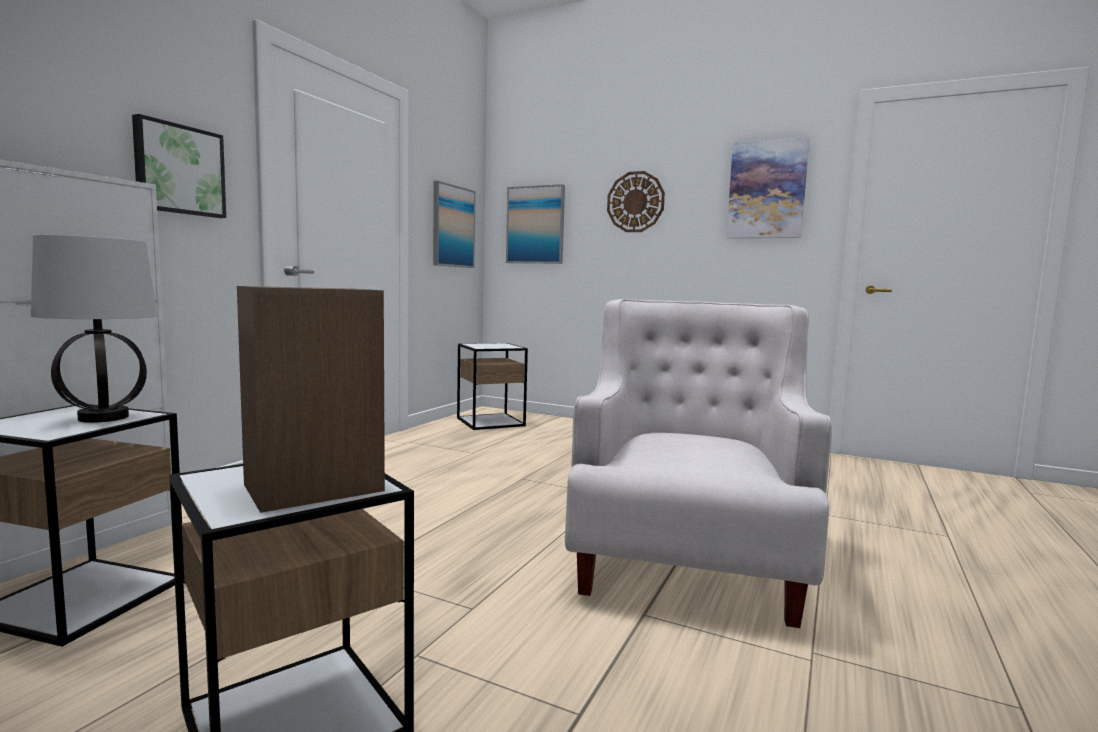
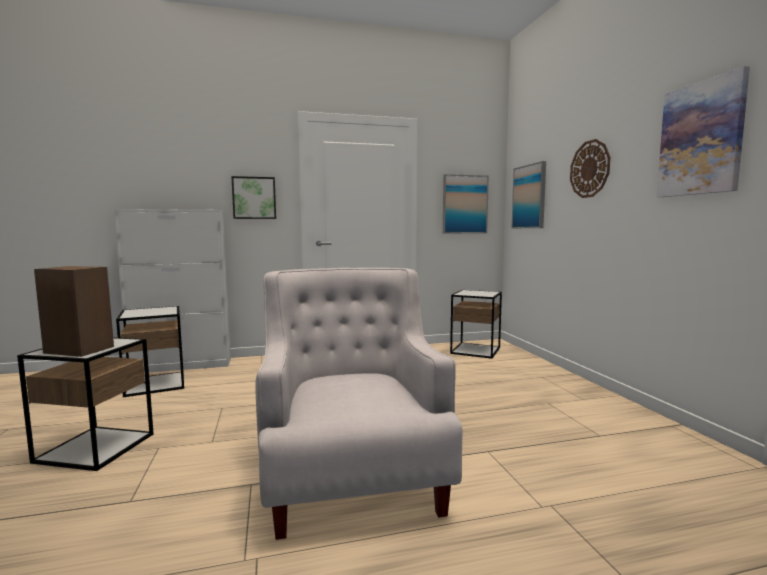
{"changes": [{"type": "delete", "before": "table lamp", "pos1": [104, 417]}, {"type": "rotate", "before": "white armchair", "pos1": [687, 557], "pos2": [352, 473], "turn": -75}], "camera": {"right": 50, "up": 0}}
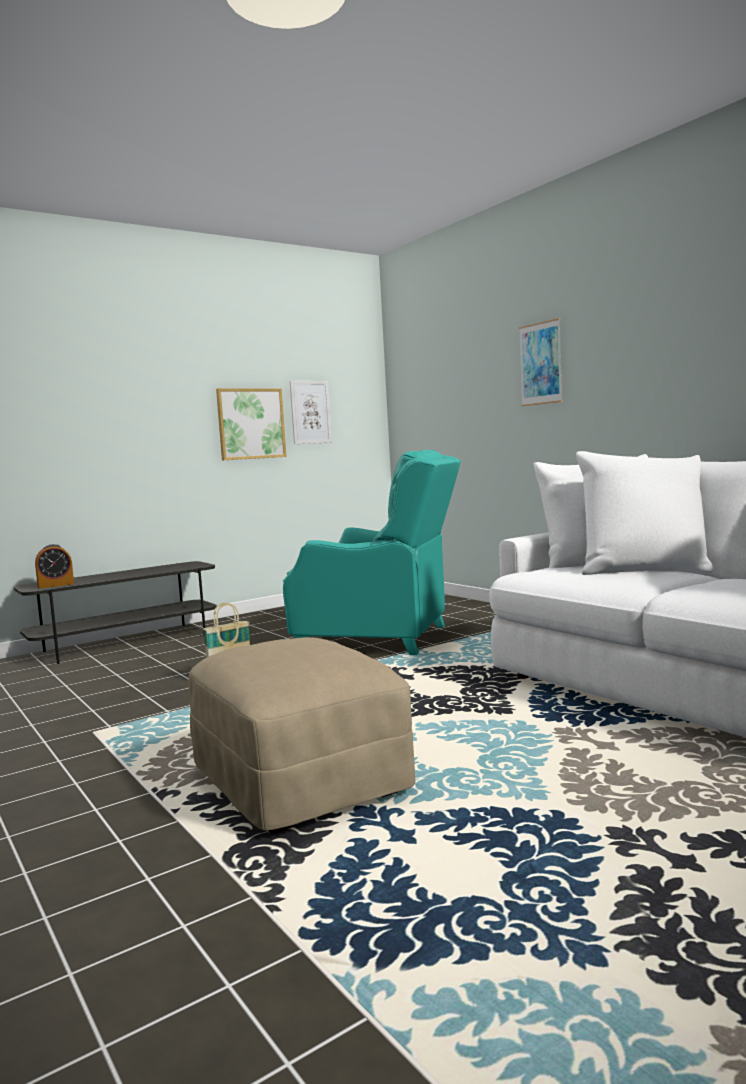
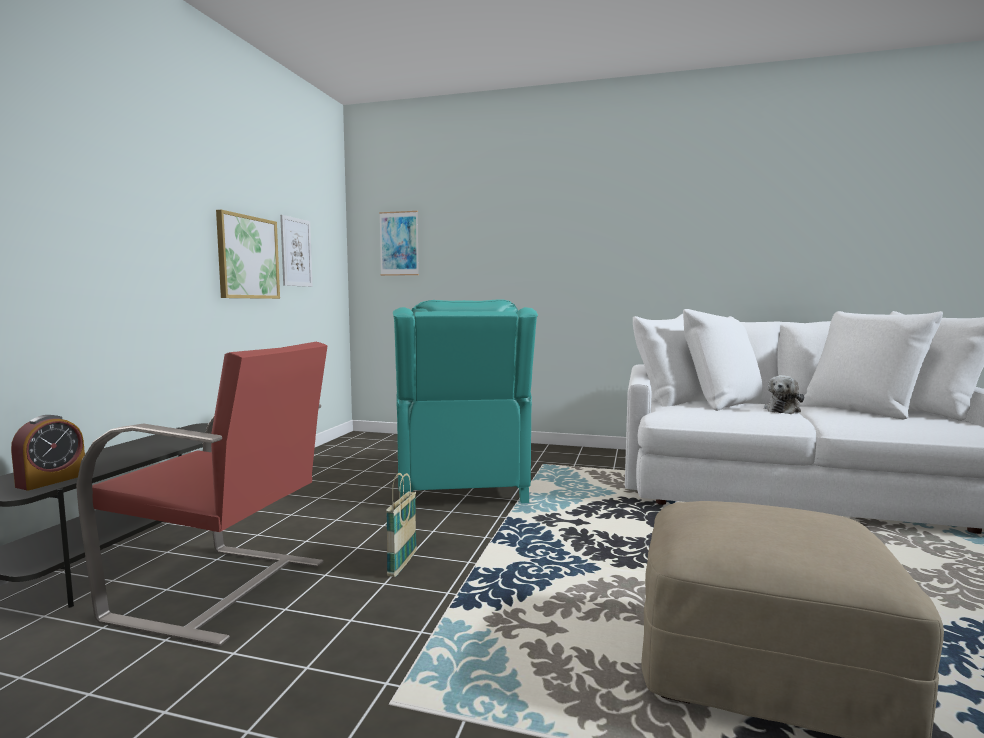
{"changes": [{"type": "rotate", "before": "turquoise armchair", "pos1": [379, 638], "pos2": [461, 487], "turn": 105}, {"type": "move", "before": "picture", "pos1": [541, 363], "pos2": [399, 243]}, {"type": "insert", "after": "red armchair", "pos2": [223, 590]}, {"type": "insert", "after": "plush toy", "pos2": [783, 410]}], "camera": {"right": -40, "up": 0}}
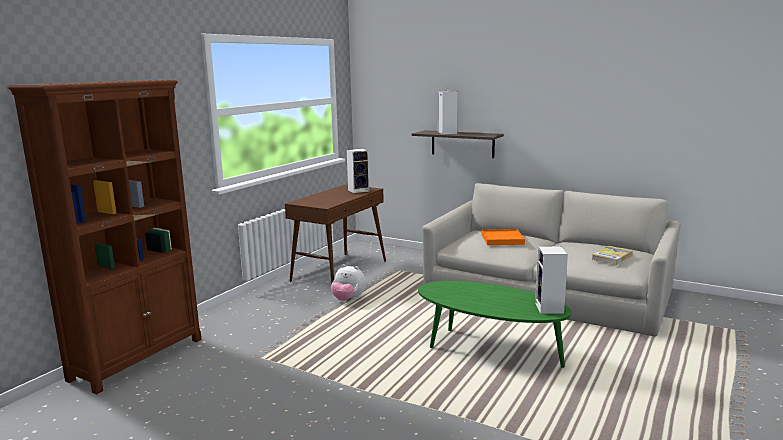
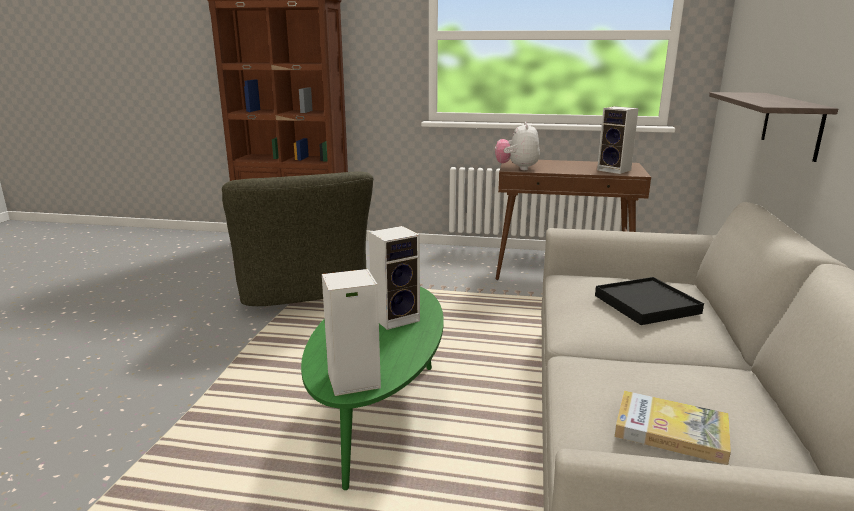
{"changes": [{"type": "move", "before": "plush toy", "pos1": [348, 299], "pos2": [517, 168]}, {"type": "move", "before": "speaker", "pos1": [446, 133], "pos2": [396, 318]}, {"type": "recolor", "before": "orange tray", "after": "black tray", "pos1": [502, 239], "pos2": [646, 304]}, {"type": "insert", "after": "green armchair", "pos2": [302, 289]}], "camera": {"right": 70, "up": 5}}
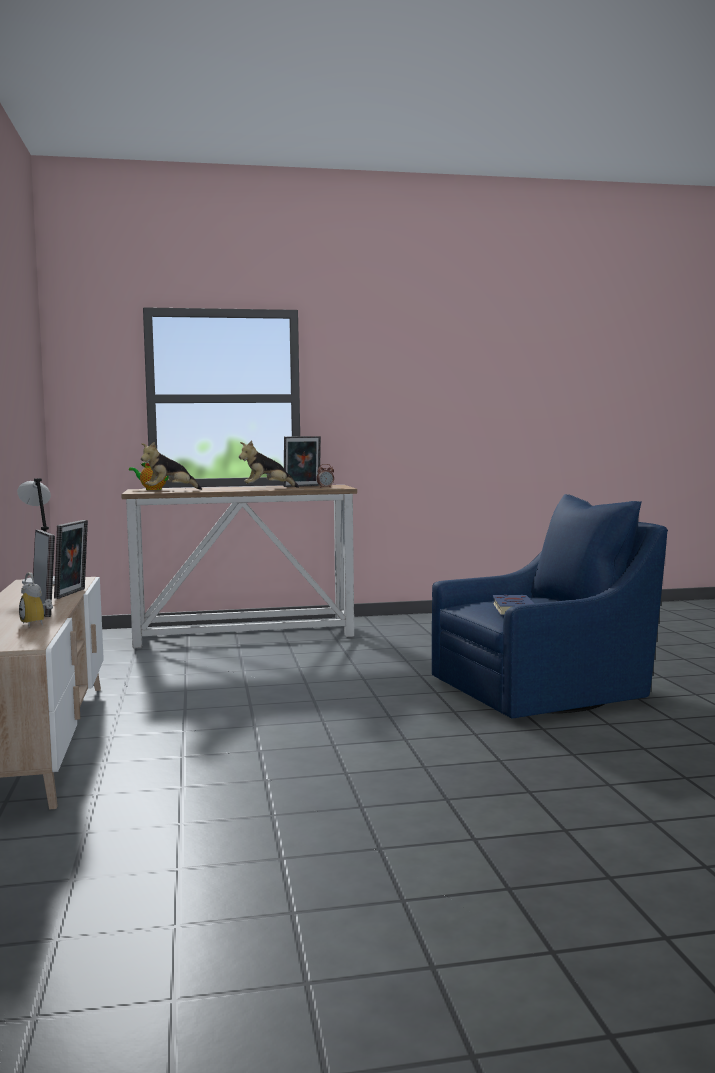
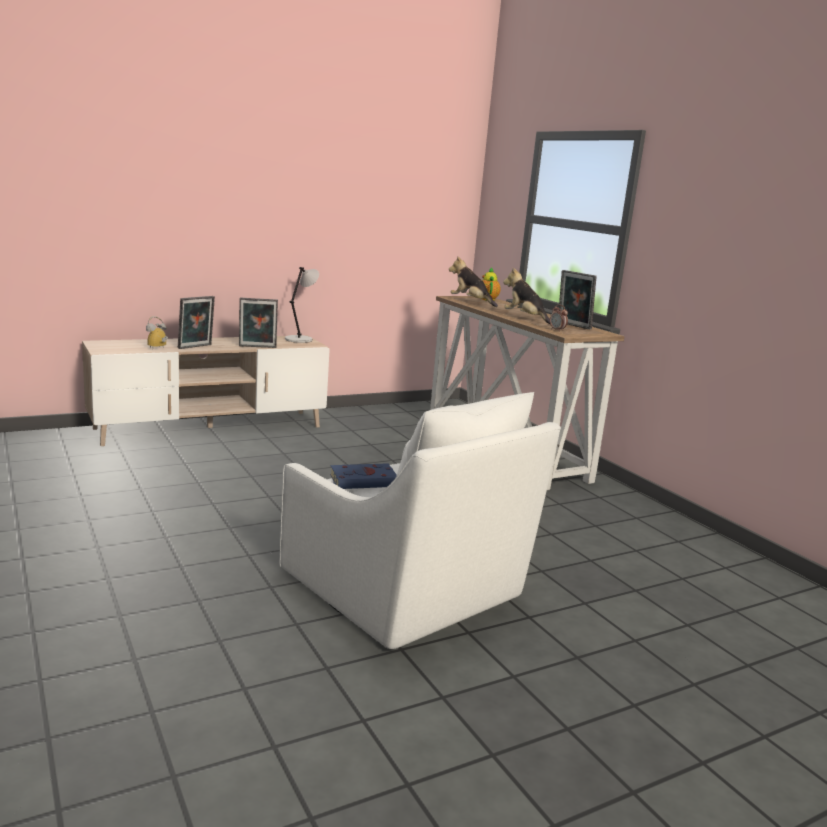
{"changes": [{"type": "recolor", "before": "blue armchair", "after": "white armchair", "pos1": [545, 689], "pos2": [406, 590]}], "camera": {"right": 70, "up": 10}}
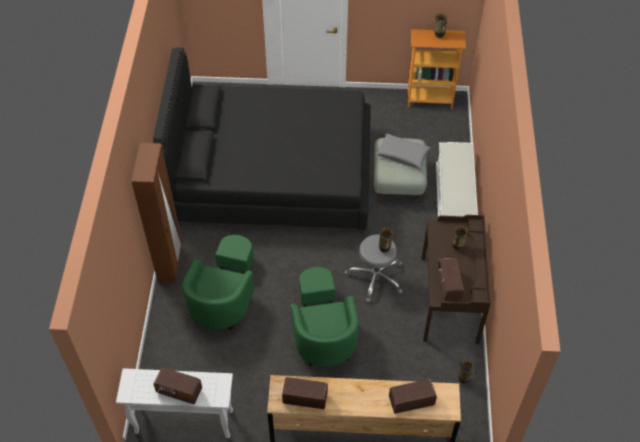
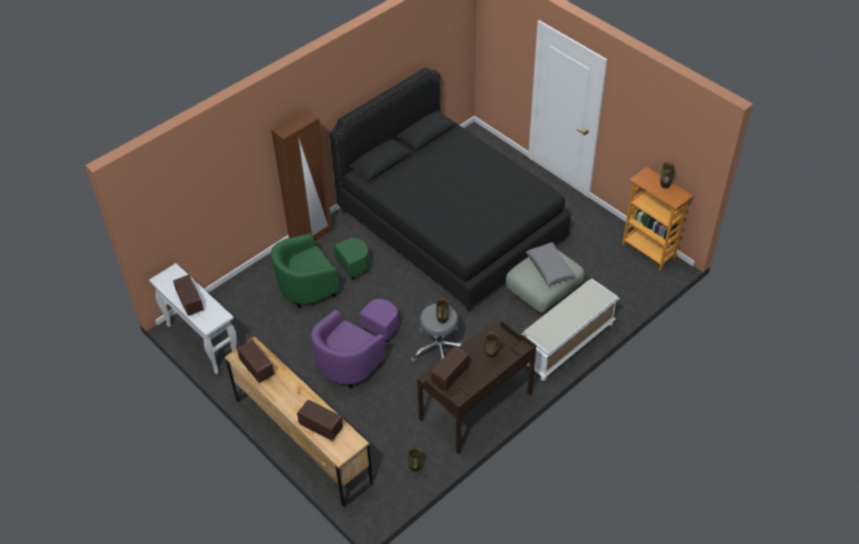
{"changes": [{"type": "recolor", "before": "green armchair", "after": "purple armchair", "pos1": [323, 333], "pos2": [355, 357]}], "camera": {"right": 45, "up": -5}}
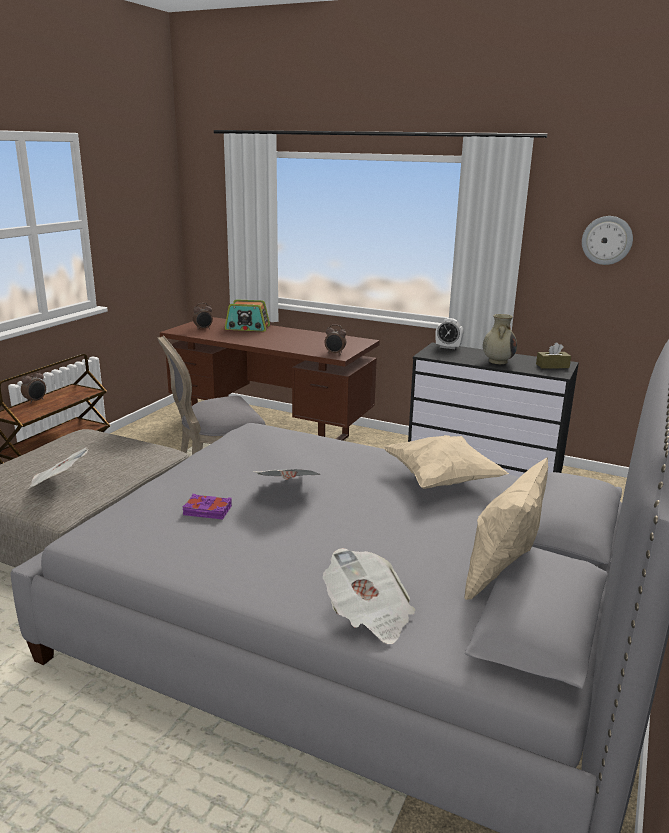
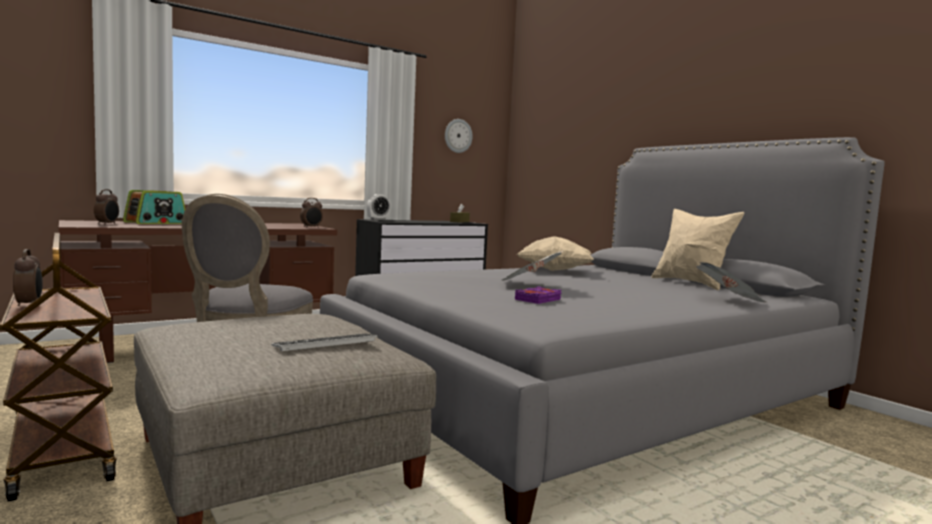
{"changes": [{"type": "replace", "before": "newspaper", "after": "keyboard", "pos1": [59, 483], "pos2": [325, 343]}, {"type": "delete", "before": "beige vase", "pos1": [497, 361]}], "camera": {"right": -60, "up": -15}}
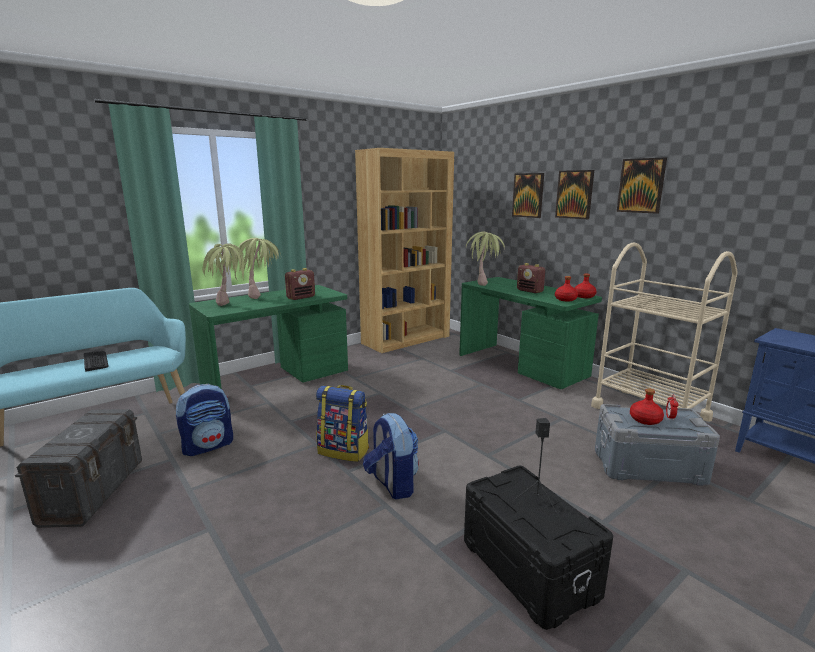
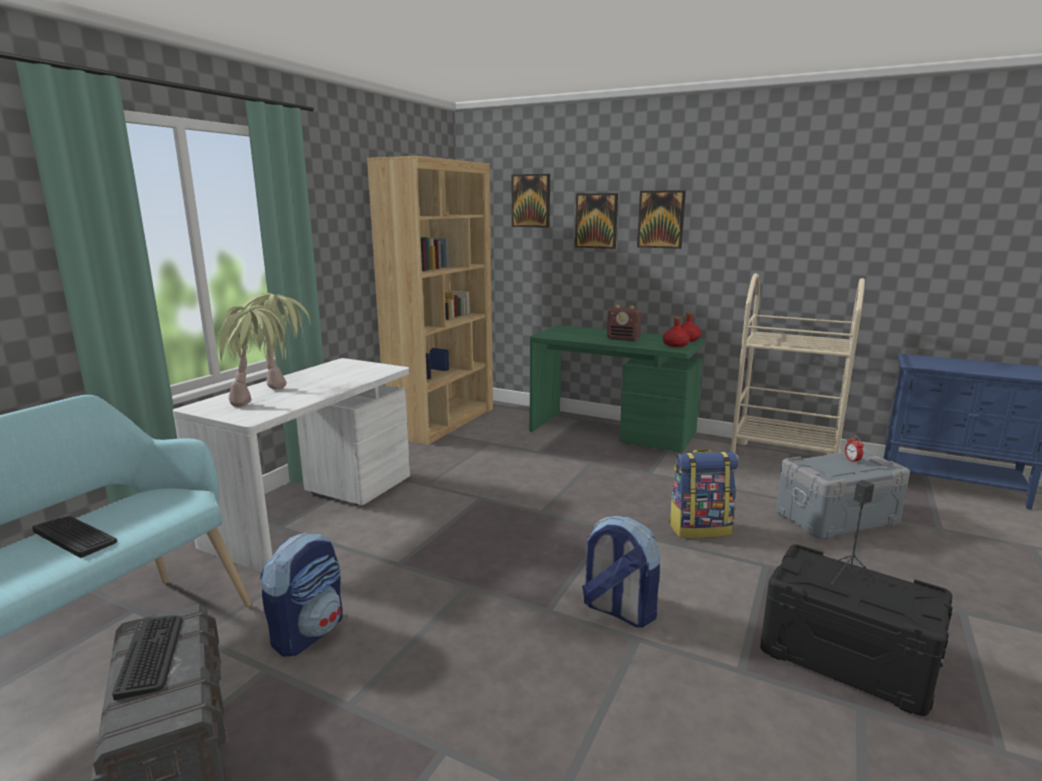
{"changes": [{"type": "recolor", "before": "green desk", "after": "white desk", "pos1": [277, 380], "pos2": [316, 510]}, {"type": "delete", "before": "radio", "pos1": [301, 297]}, {"type": "move", "before": "backpack", "pos1": [344, 451], "pos2": [700, 528]}, {"type": "delete", "before": "potted plant", "pos1": [484, 283]}, {"type": "move", "before": "picture", "pos1": [641, 185], "pos2": [531, 201]}, {"type": "delete", "before": "red bottle", "pos1": [645, 420]}, {"type": "insert", "after": "keyboard", "pos2": [151, 655]}], "camera": {"right": -25, "up": 0}}
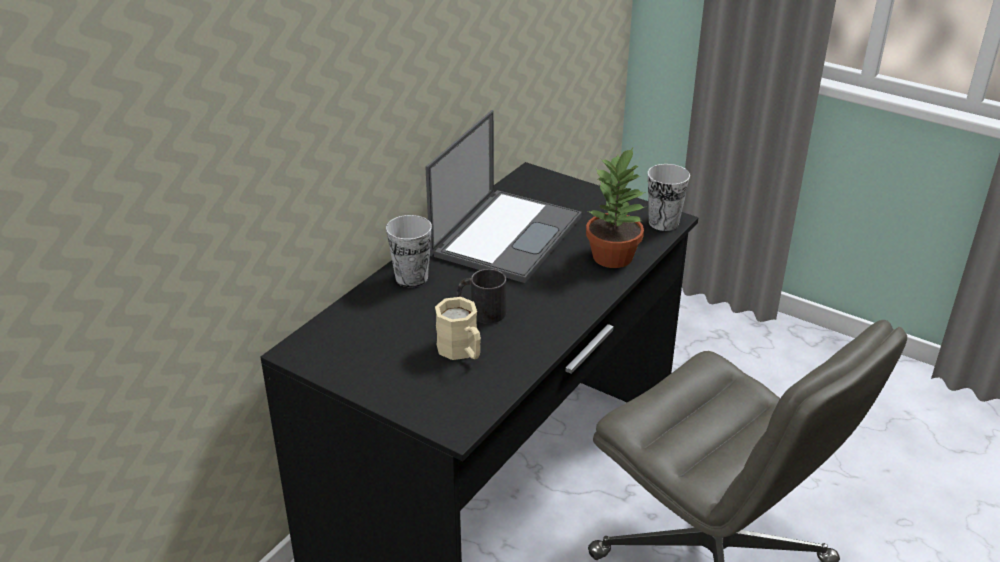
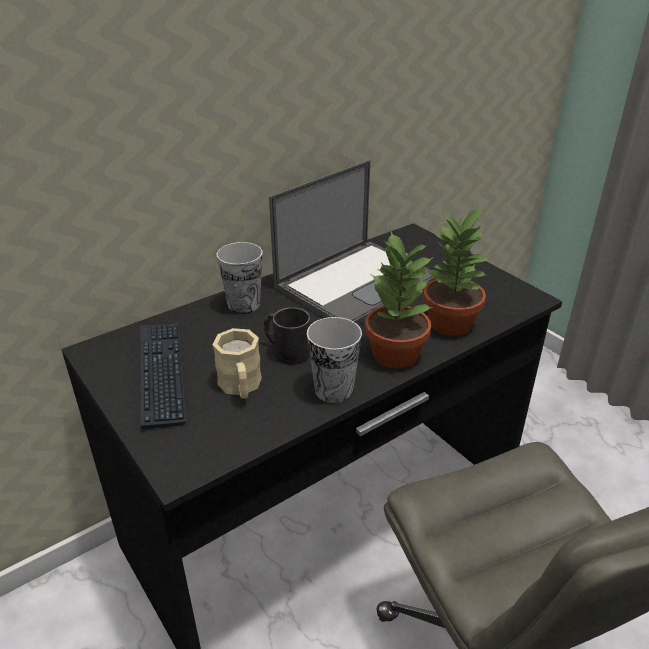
{"changes": [{"type": "move", "before": "cup", "pos1": [663, 222], "pos2": [333, 390]}, {"type": "insert", "after": "keyboard", "pos2": [161, 373]}, {"type": "insert", "after": "potted plant", "pos2": [394, 353]}], "camera": {"right": 20, "up": 0}}
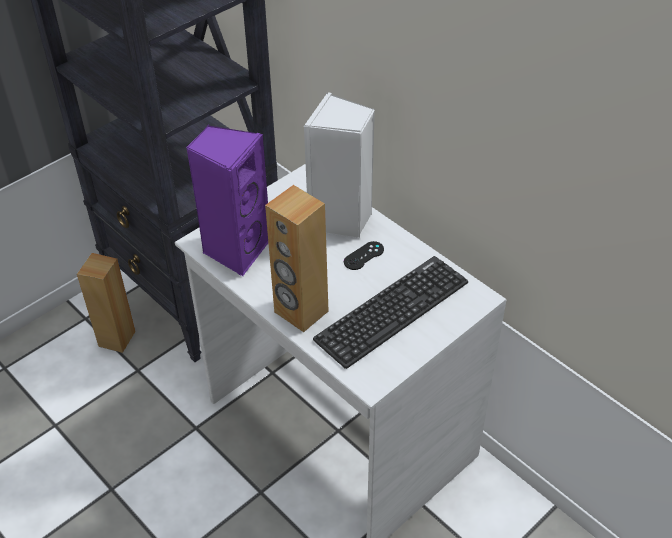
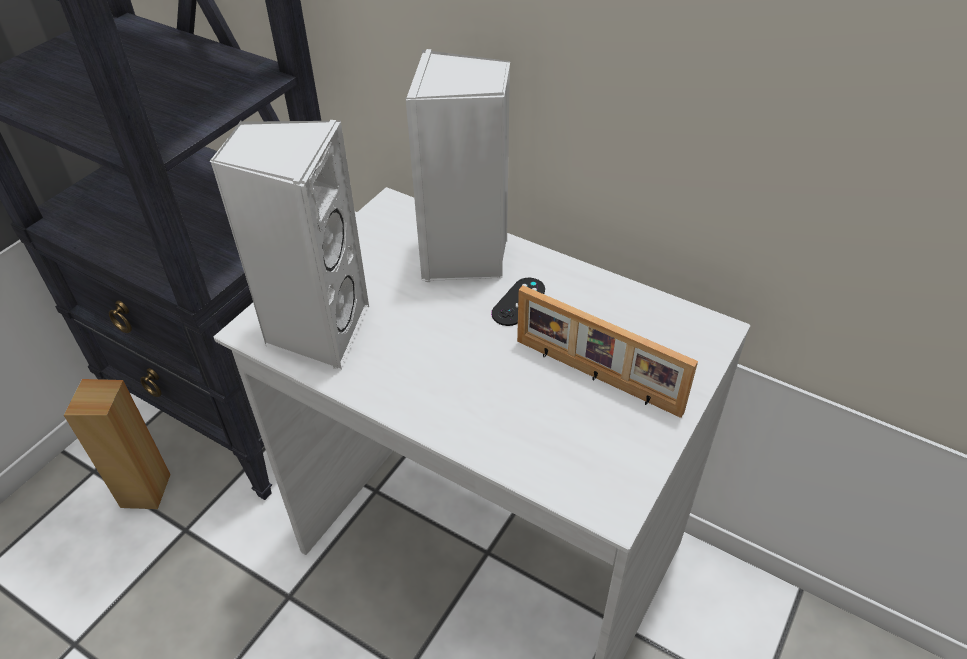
{"changes": [{"type": "recolor", "before": "purple speaker", "after": "white speaker", "pos1": [235, 250], "pos2": [317, 330]}, {"type": "delete", "before": "brown speaker", "pos1": [300, 312]}, {"type": "replace", "before": "keyboard", "after": "picture frame", "pos1": [392, 311], "pos2": [596, 377]}], "camera": {"right": -15, "up": 0}}
